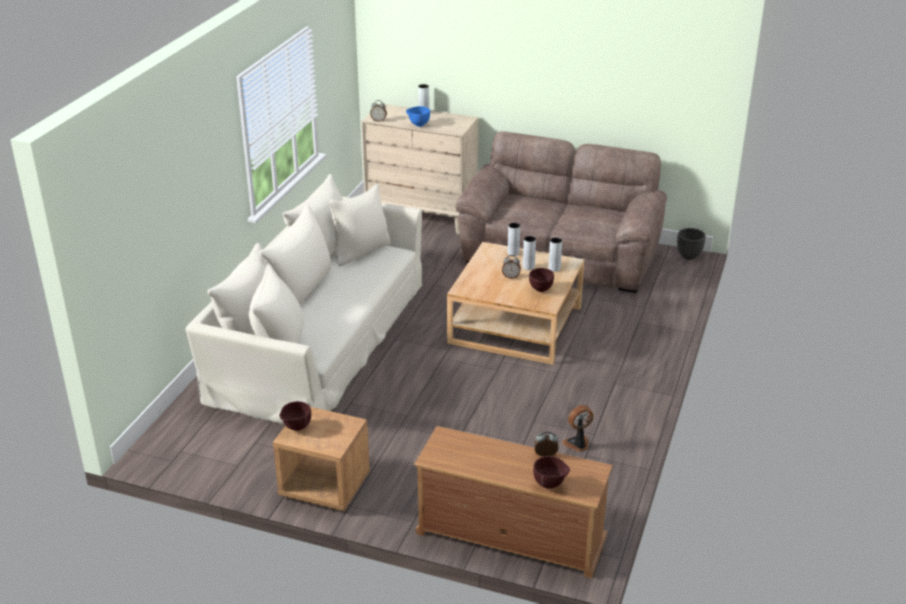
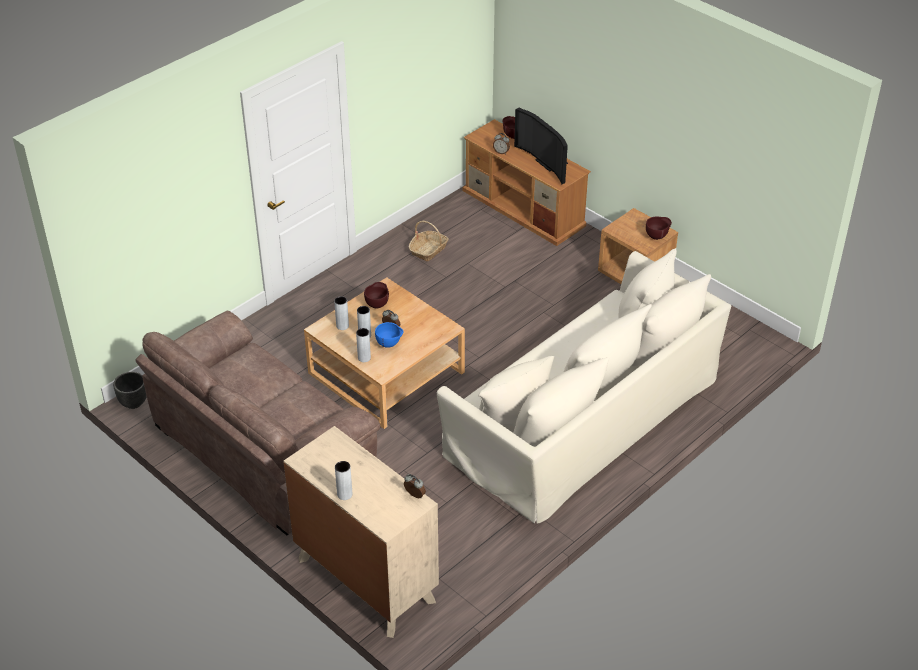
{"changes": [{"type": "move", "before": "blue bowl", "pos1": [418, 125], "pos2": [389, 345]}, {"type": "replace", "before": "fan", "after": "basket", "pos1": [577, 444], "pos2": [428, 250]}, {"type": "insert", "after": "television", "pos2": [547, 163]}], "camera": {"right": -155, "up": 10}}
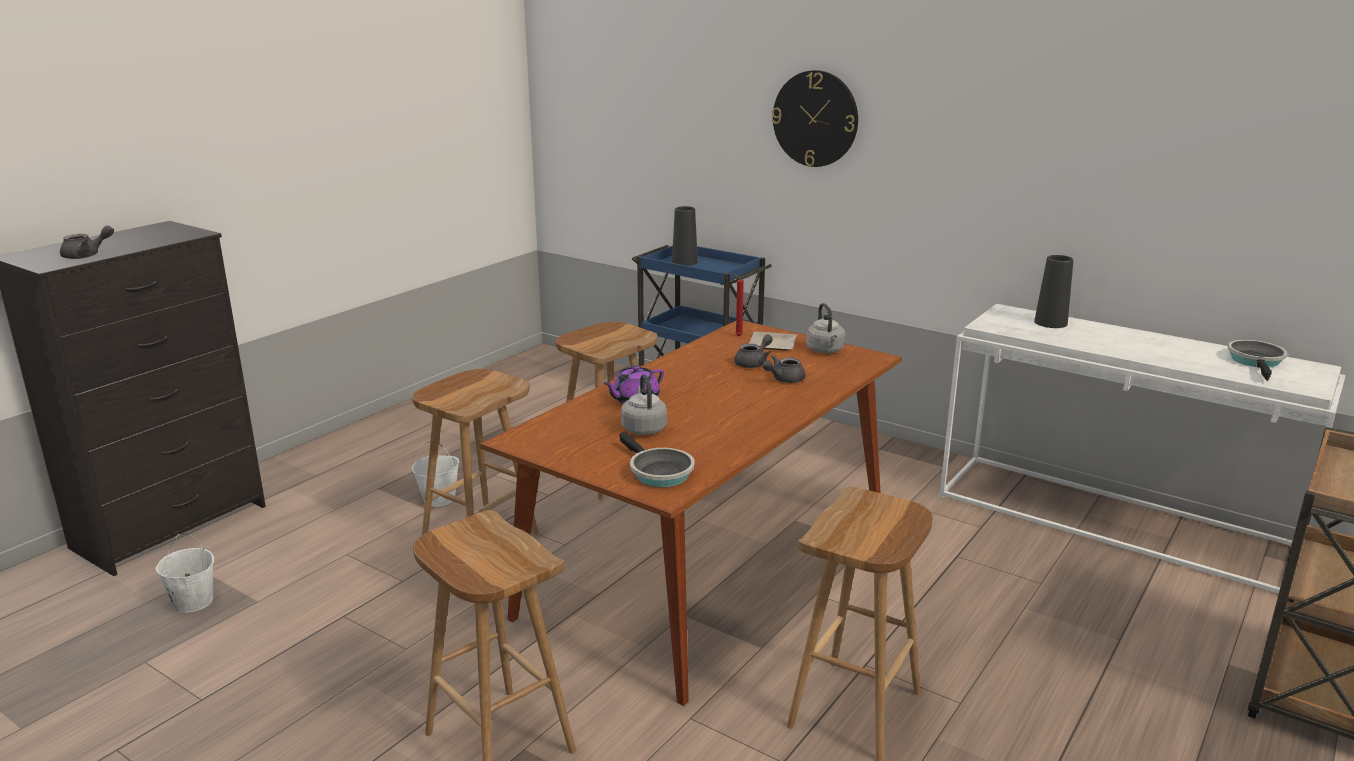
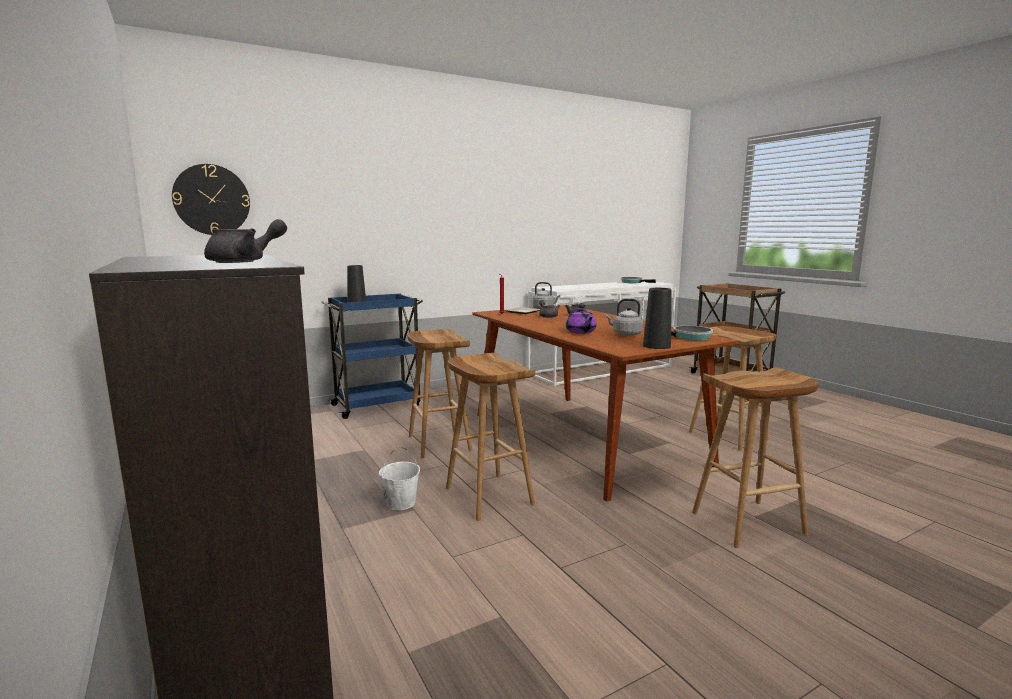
{"changes": [{"type": "rotate", "before": "grey teapot", "pos1": [87, 255], "pos2": [245, 261], "turn": 60}, {"type": "delete", "before": "white bucket", "pos1": [192, 602]}, {"type": "move", "before": "wall clock", "pos1": [815, 119], "pos2": [212, 200]}, {"type": "move", "before": "black vase", "pos1": [1050, 323], "pos2": [656, 346]}], "camera": {"right": -65, "up": -10}}
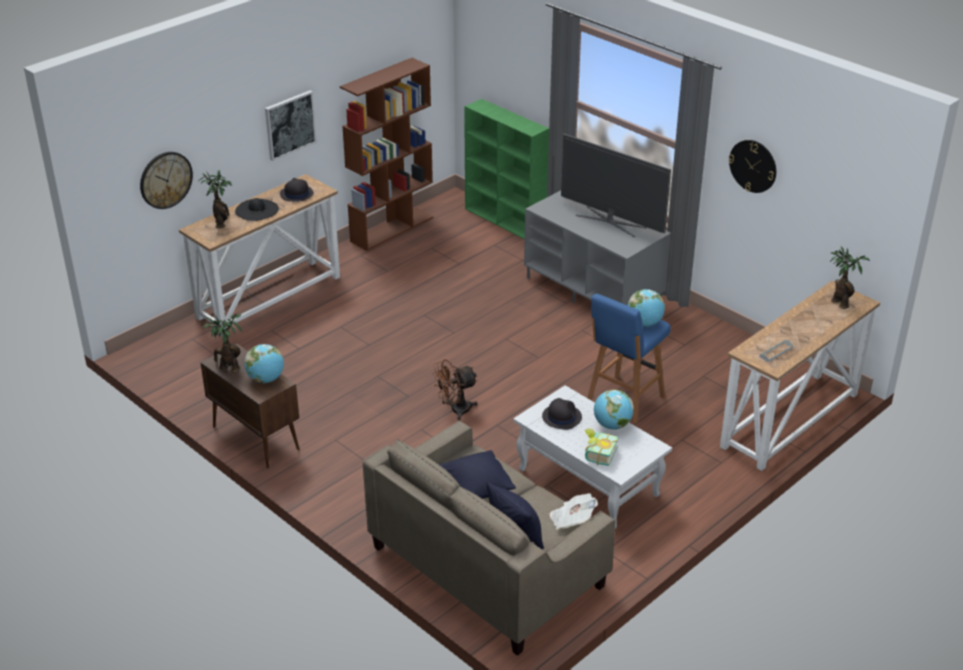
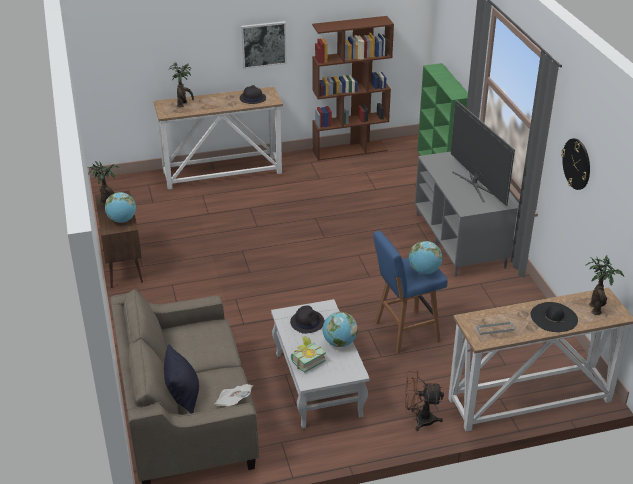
{"changes": [{"type": "delete", "before": "wall clock", "pos1": [165, 180]}, {"type": "move", "before": "black hat", "pos1": [256, 210], "pos2": [554, 317]}, {"type": "move", "before": "brown fan", "pos1": [455, 410], "pos2": [419, 419]}, {"type": "delete", "before": "black pillow", "pos1": [476, 489]}], "camera": {"right": 30, "up": 0}}
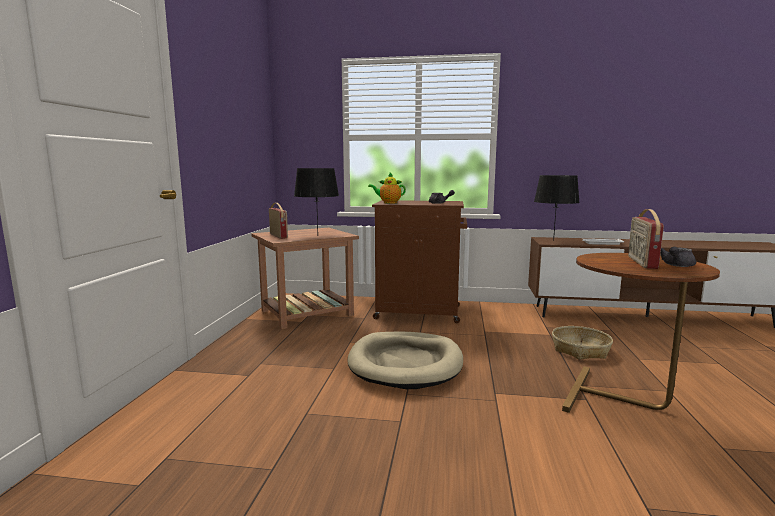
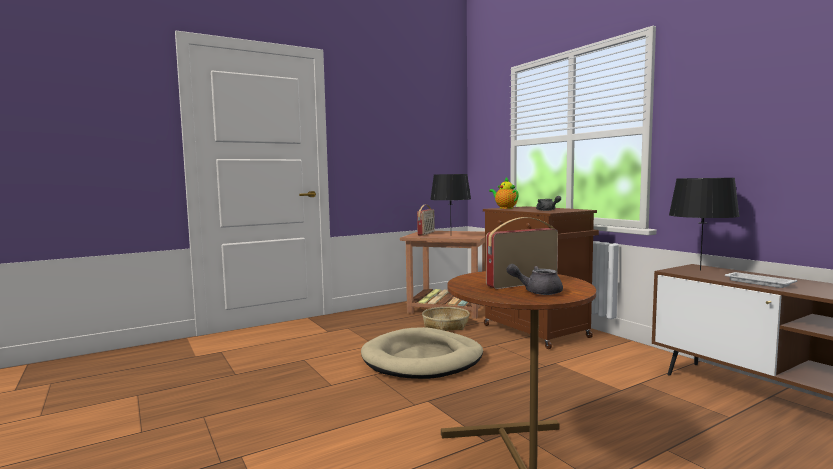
{"changes": [{"type": "move", "before": "basket", "pos1": [580, 350], "pos2": [446, 325]}], "camera": {"right": 50, "up": -5}}
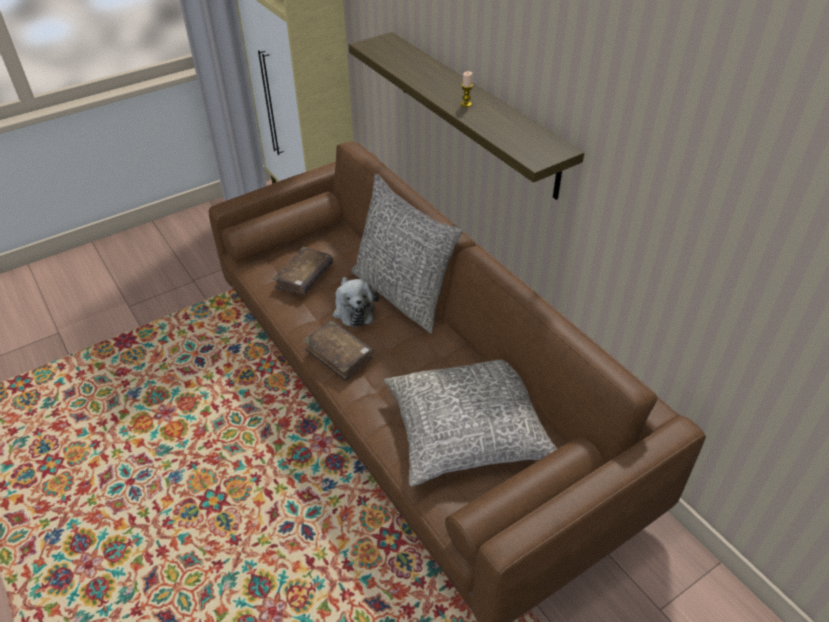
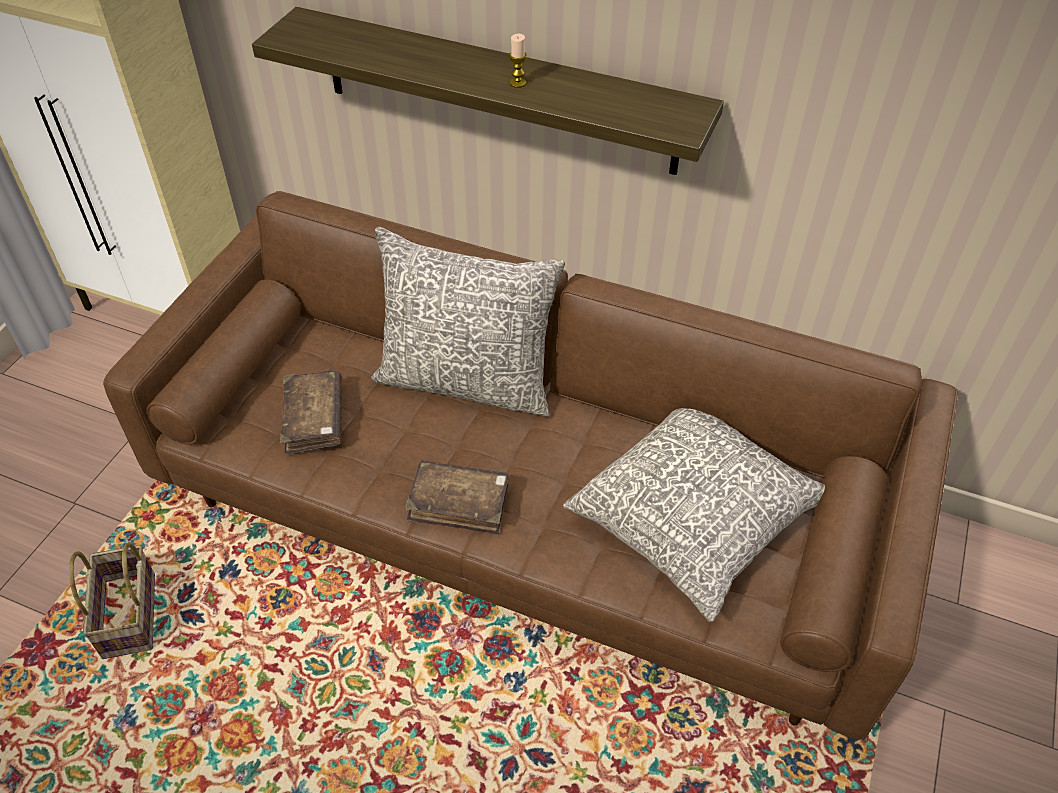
{"changes": [{"type": "delete", "before": "plush toy", "pos1": [353, 309]}, {"type": "insert", "after": "basket", "pos2": [131, 617]}], "camera": {"right": -35, "up": 5}}
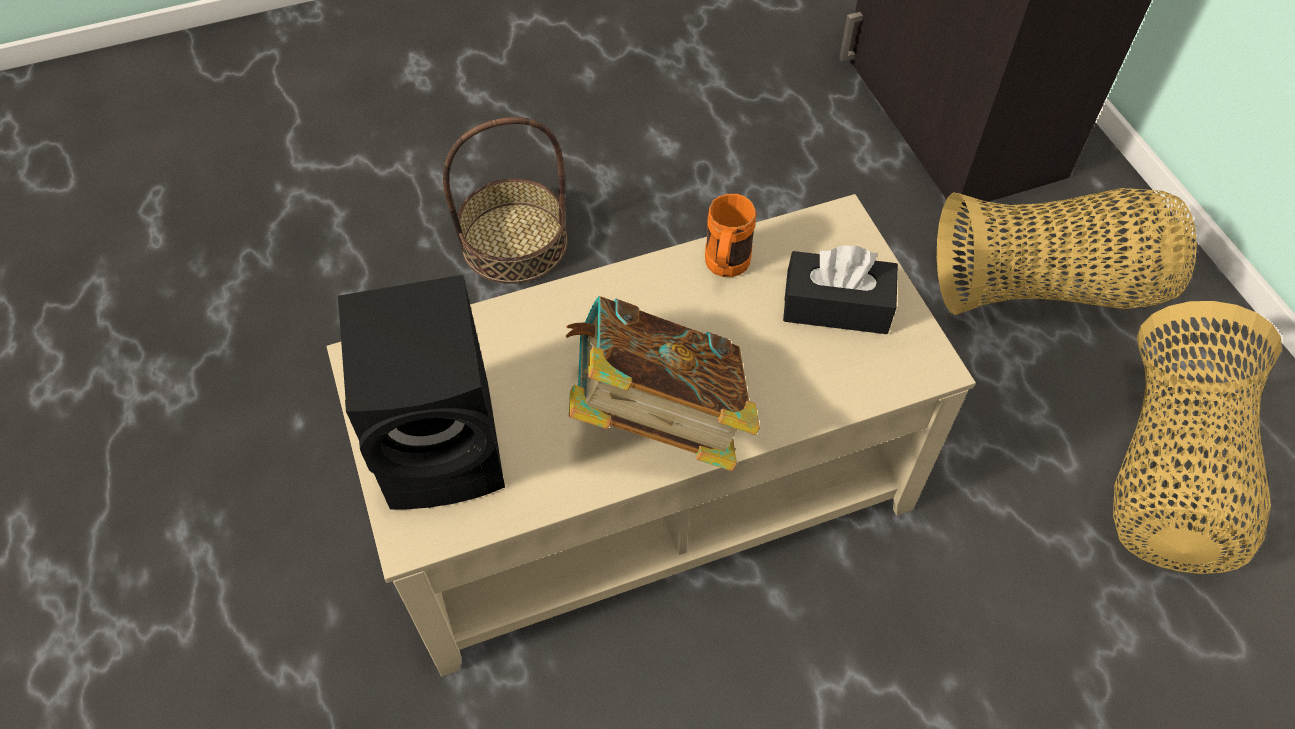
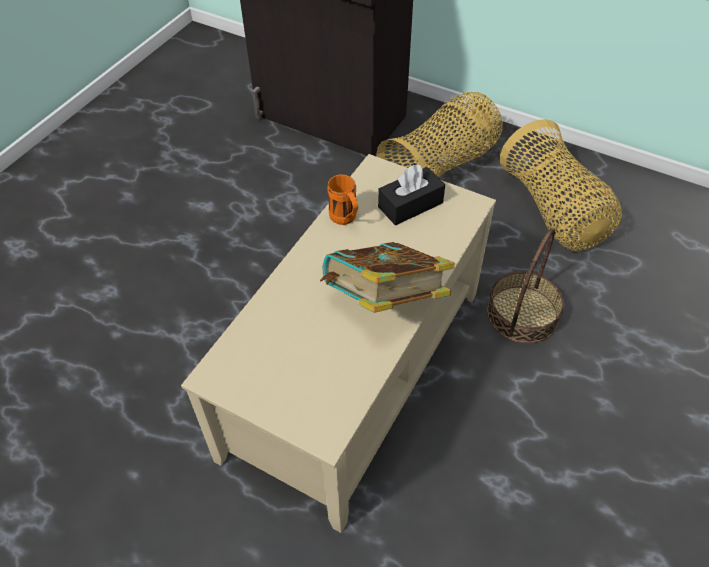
{"changes": [{"type": "delete", "before": "black speaker", "pos1": [447, 446]}, {"type": "move", "before": "basket", "pos1": [514, 243], "pos2": [522, 314]}], "camera": {"right": -40, "up": -5}}
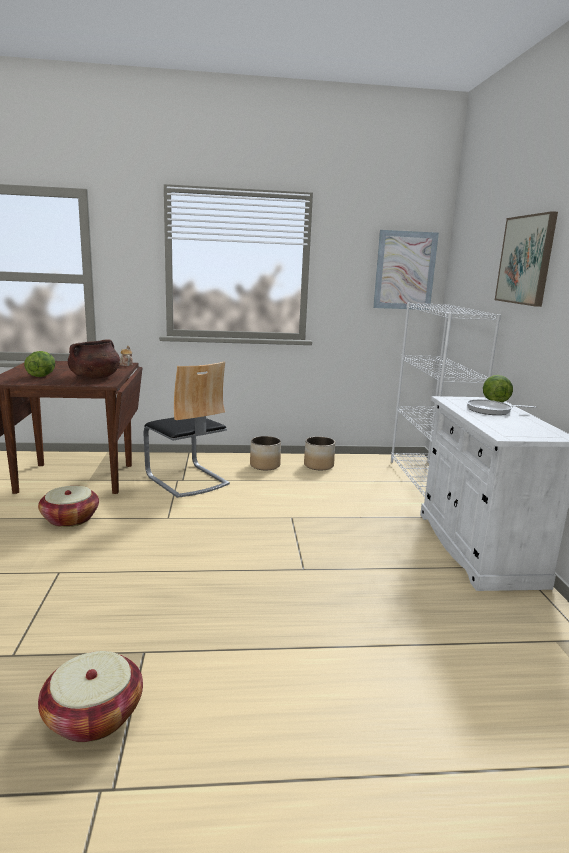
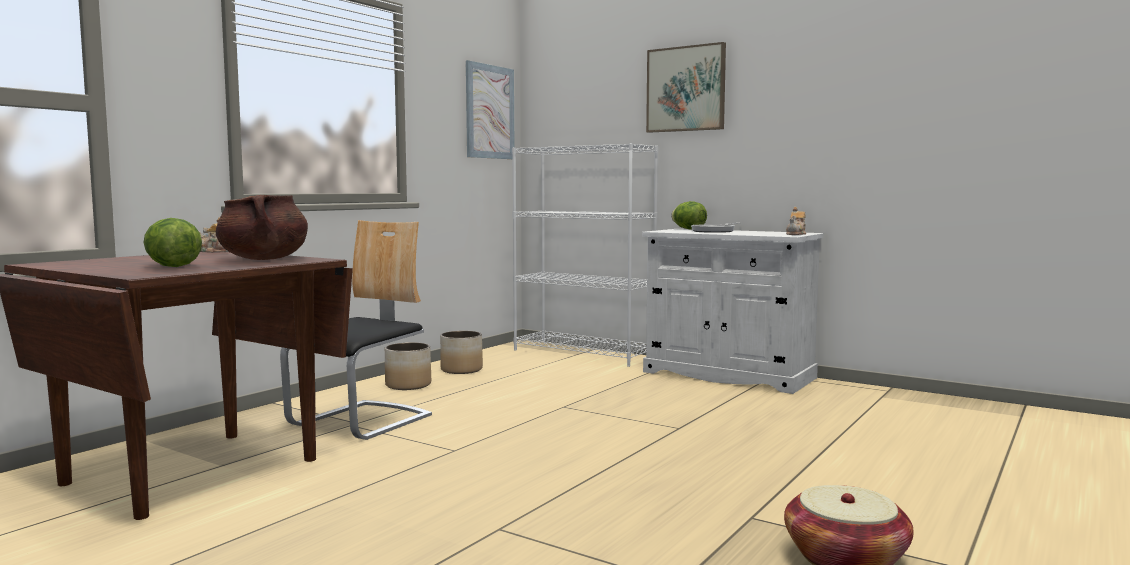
{"changes": [{"type": "delete", "before": "basket", "pos1": [70, 519]}, {"type": "rotate", "before": "chair", "pos1": [186, 480], "pos2": [362, 421], "turn": -60}, {"type": "insert", "after": "teapot", "pos2": [796, 234]}], "camera": {"right": -50, "up": -10}}
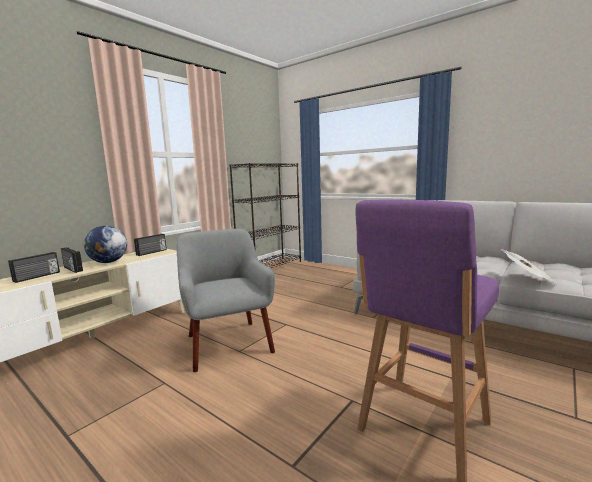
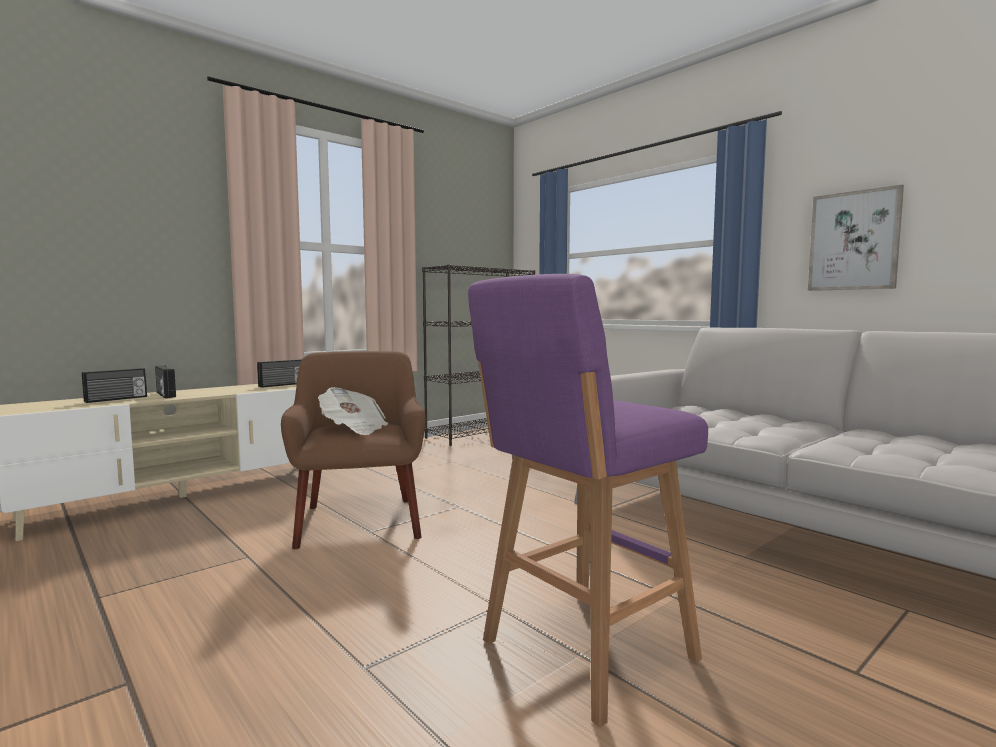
{"changes": [{"type": "delete", "before": "globe", "pos1": [108, 262]}, {"type": "recolor", "before": "grey armchair", "after": "brown armchair", "pos1": [227, 343], "pos2": [359, 520]}, {"type": "move", "before": "newspaper", "pos1": [527, 278], "pos2": [353, 429]}, {"type": "insert", "after": "picture", "pos2": [854, 241]}], "camera": {"right": 10, "up": -5}}
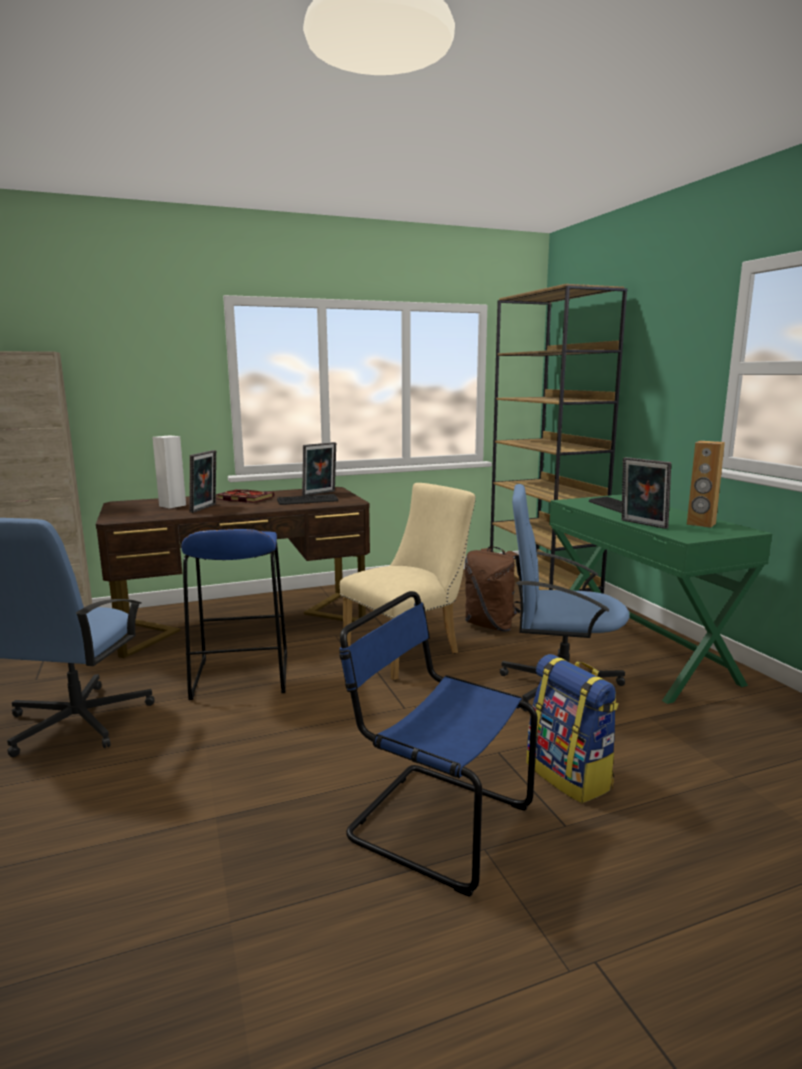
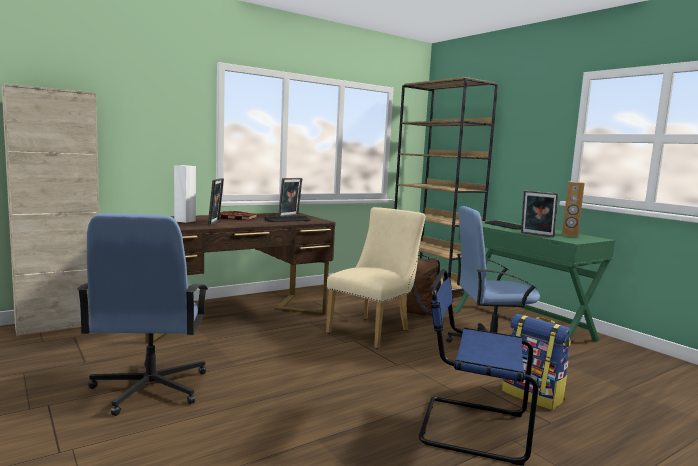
{"changes": [{"type": "delete", "before": "blue stool", "pos1": [241, 676]}], "camera": {"right": -15, "up": -5}}
